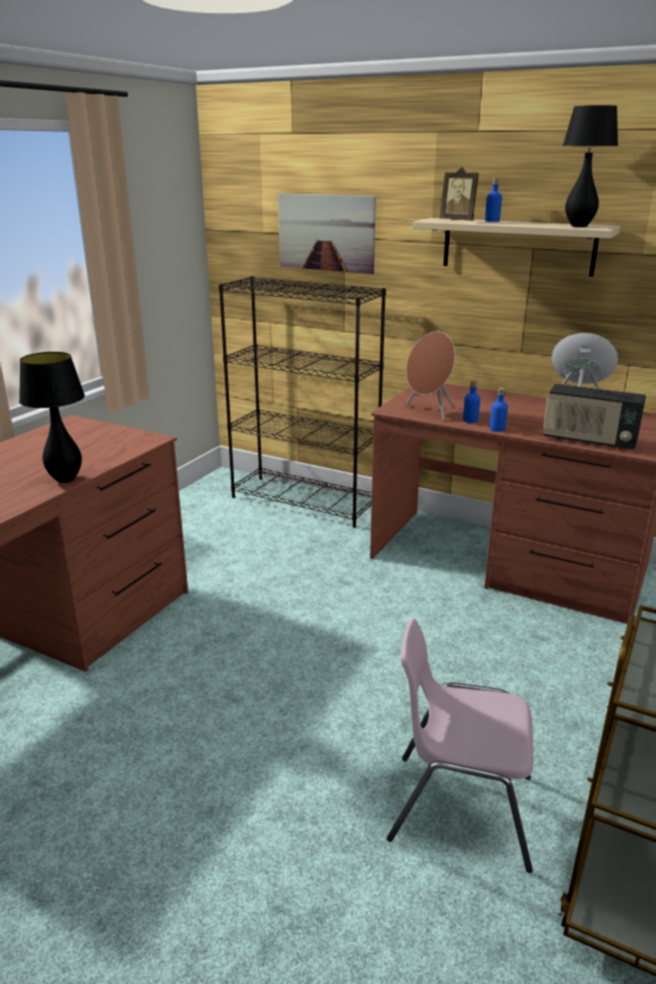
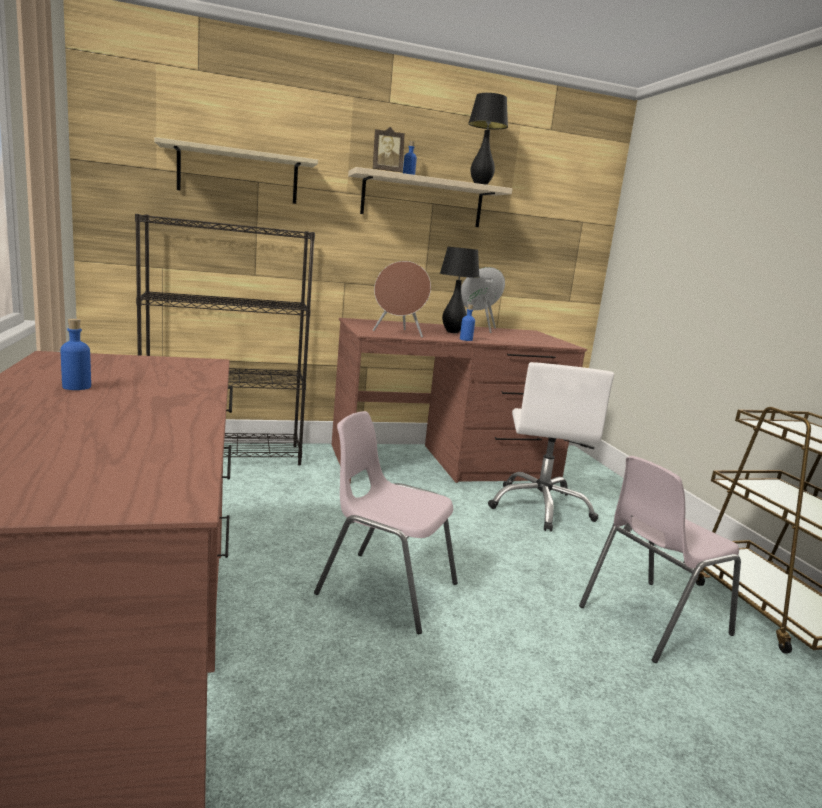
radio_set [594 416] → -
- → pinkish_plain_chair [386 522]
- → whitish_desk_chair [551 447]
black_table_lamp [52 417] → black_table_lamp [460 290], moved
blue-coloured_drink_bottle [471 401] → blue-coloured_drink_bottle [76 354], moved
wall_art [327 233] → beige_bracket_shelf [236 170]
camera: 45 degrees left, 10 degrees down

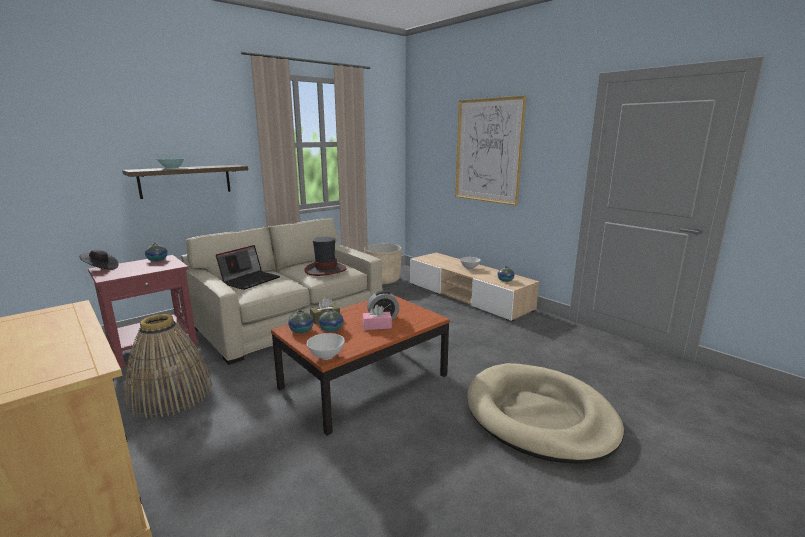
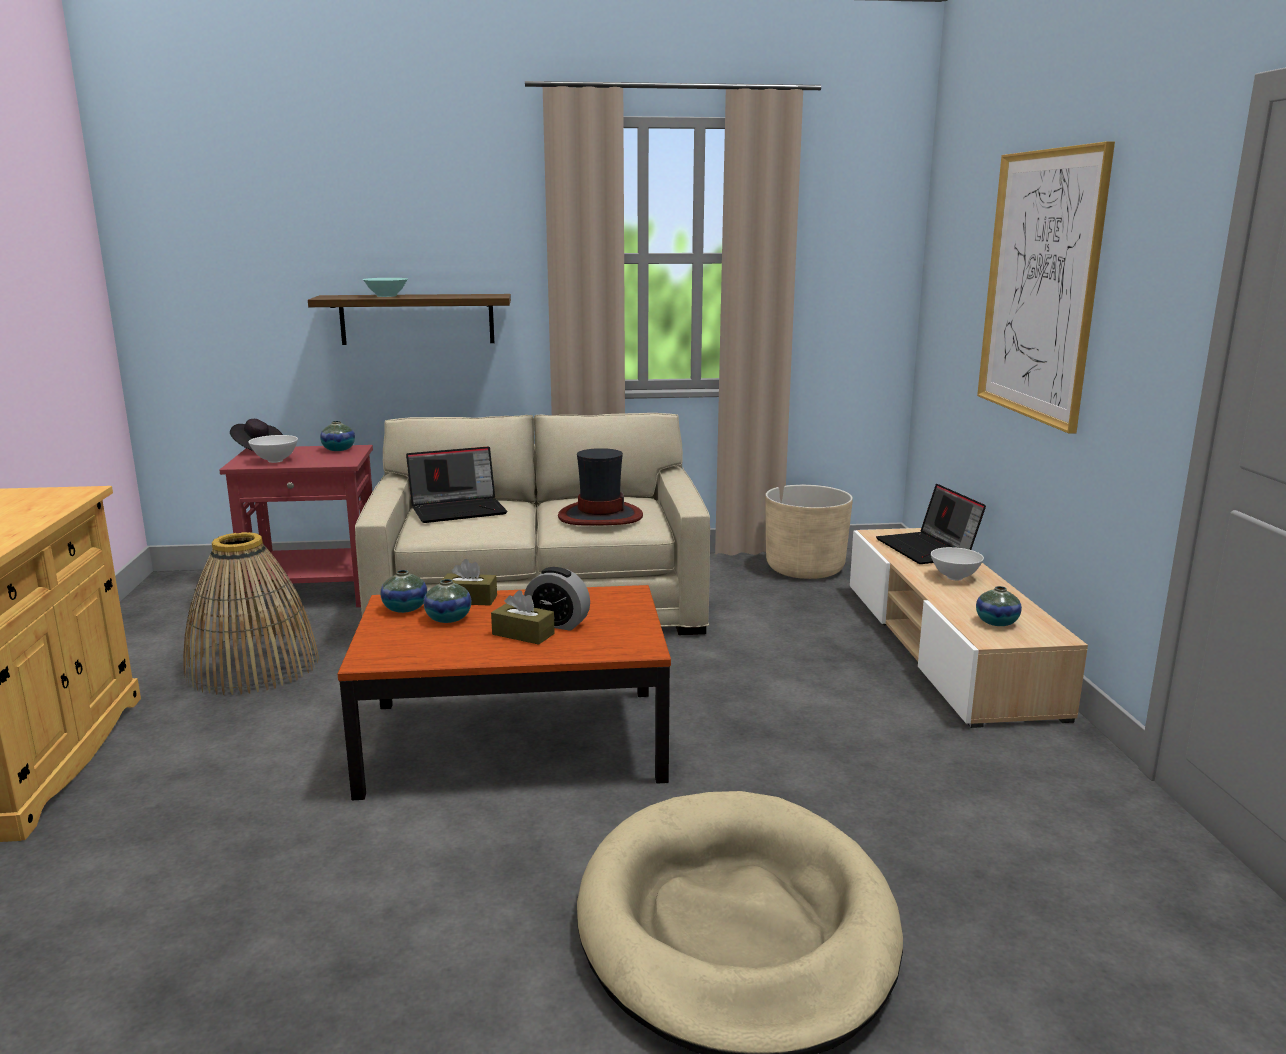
- → portable_computer [931 524]
whitish_deep_dish [326 346] → whitish_deep_dish [273 449], moved
pinkish_tissue_holder [377 317] → brownish_tissue_holder [523 617]
camera: 35 degrees right, 0 degrees up

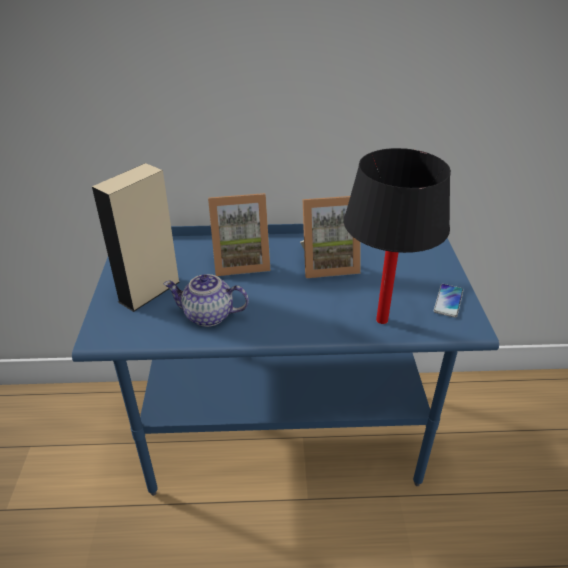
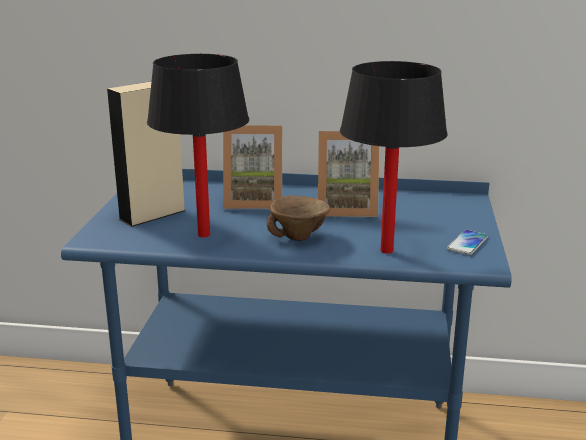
- → brownish_deep_dish [298 218]
teapot [206 300] → black_table_lamp [198 146]
camera: 10 degrees right, 15 degrees down

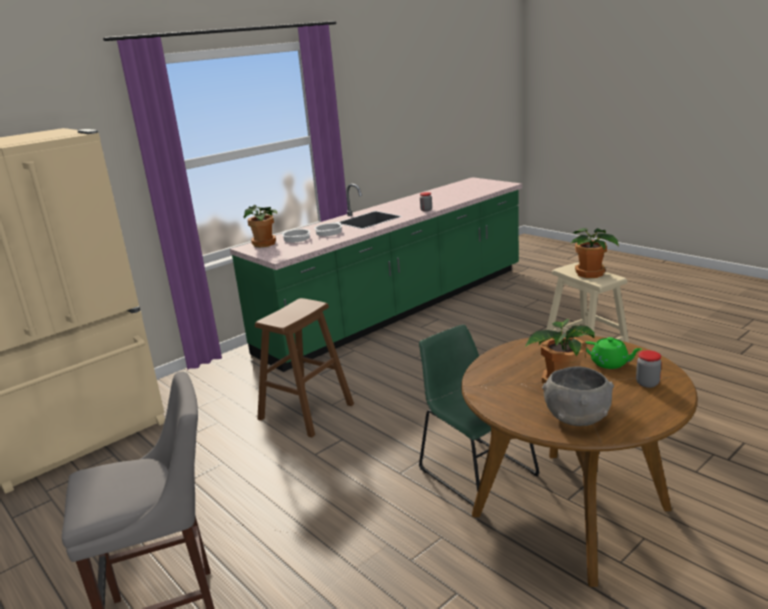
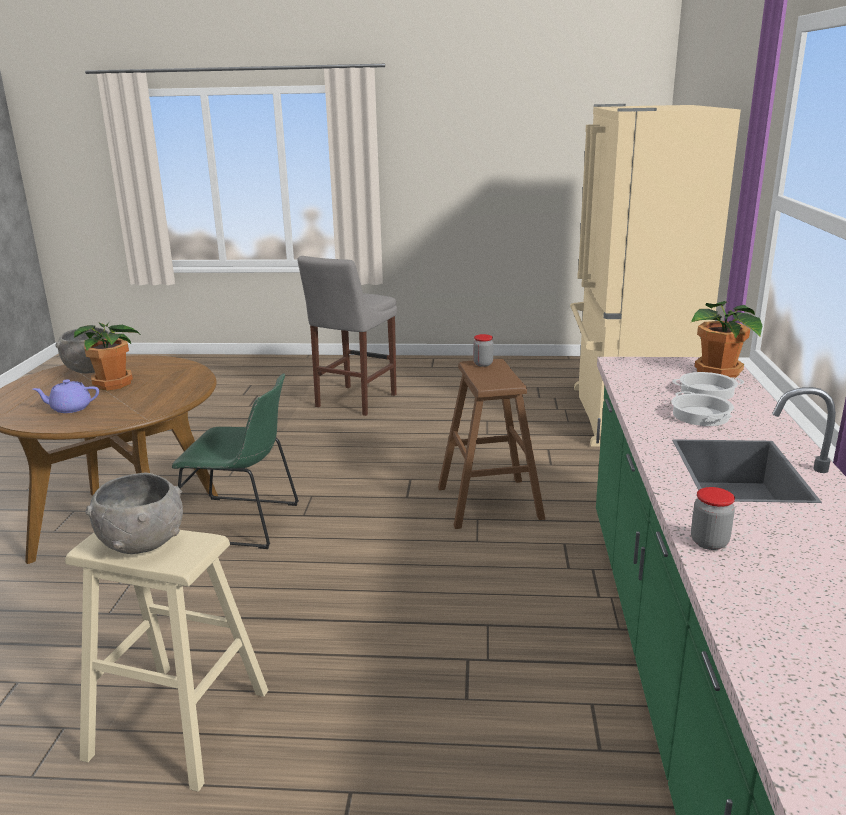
jar [649 369] → jar [483 350], moved
plant_in_a_pot [594 253] → gray_deep_dish [134 513]
green-coloured_teapot [614 353] → purplish_teapot [66 396]
camera: 135 degrees right, 0 degrees up

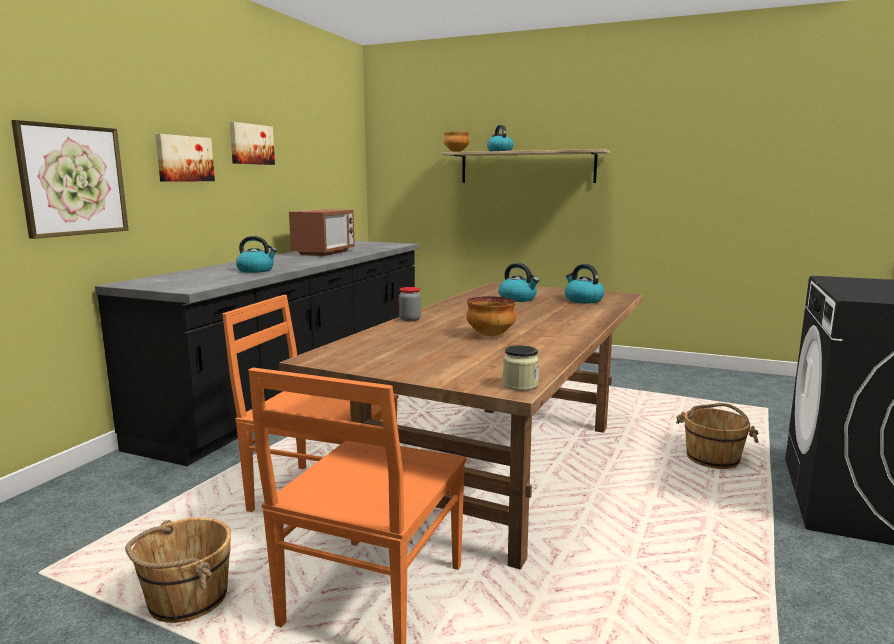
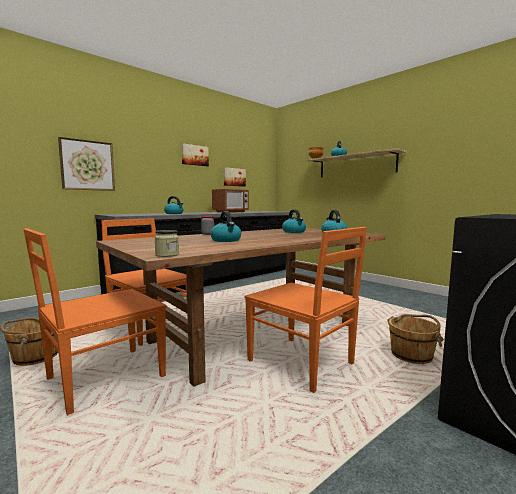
- → orange-coloured_plain_chair [305 310]
wall_art [185 157] → wall_art [235 177], moved
deep_dish [491 316] → water_kettle [225 226]
camera: 25 degrees right, 5 degrees down

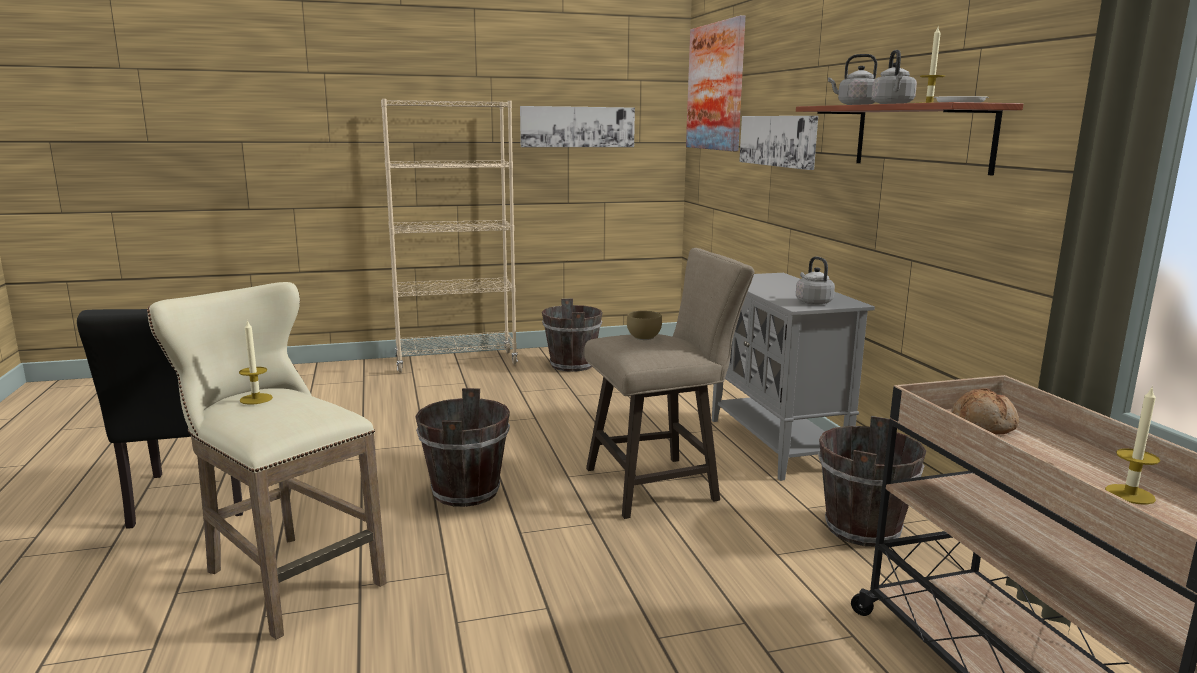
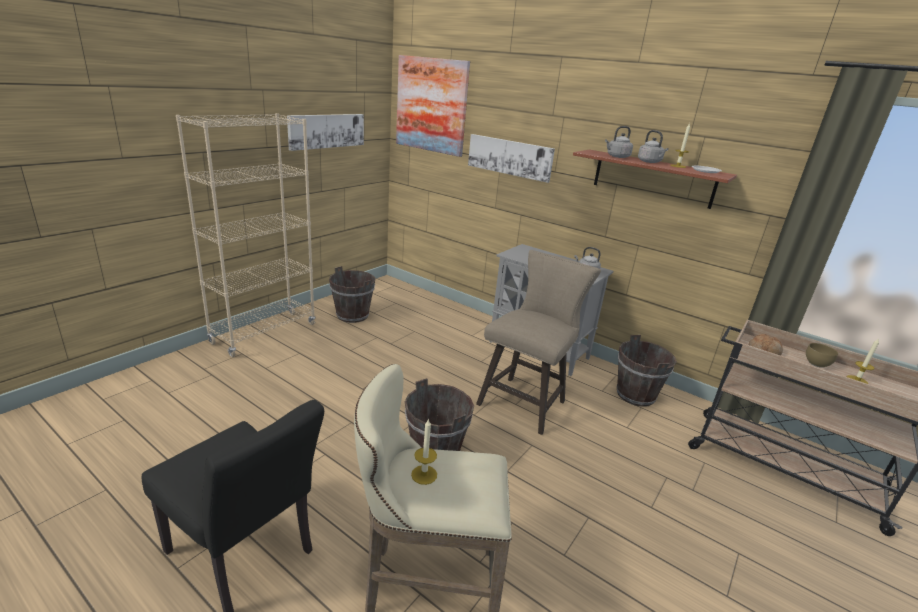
brownish_deep_dish [644 325] → brownish_deep_dish [822 355], moved
camera: 40 degrees left, 10 degrees up

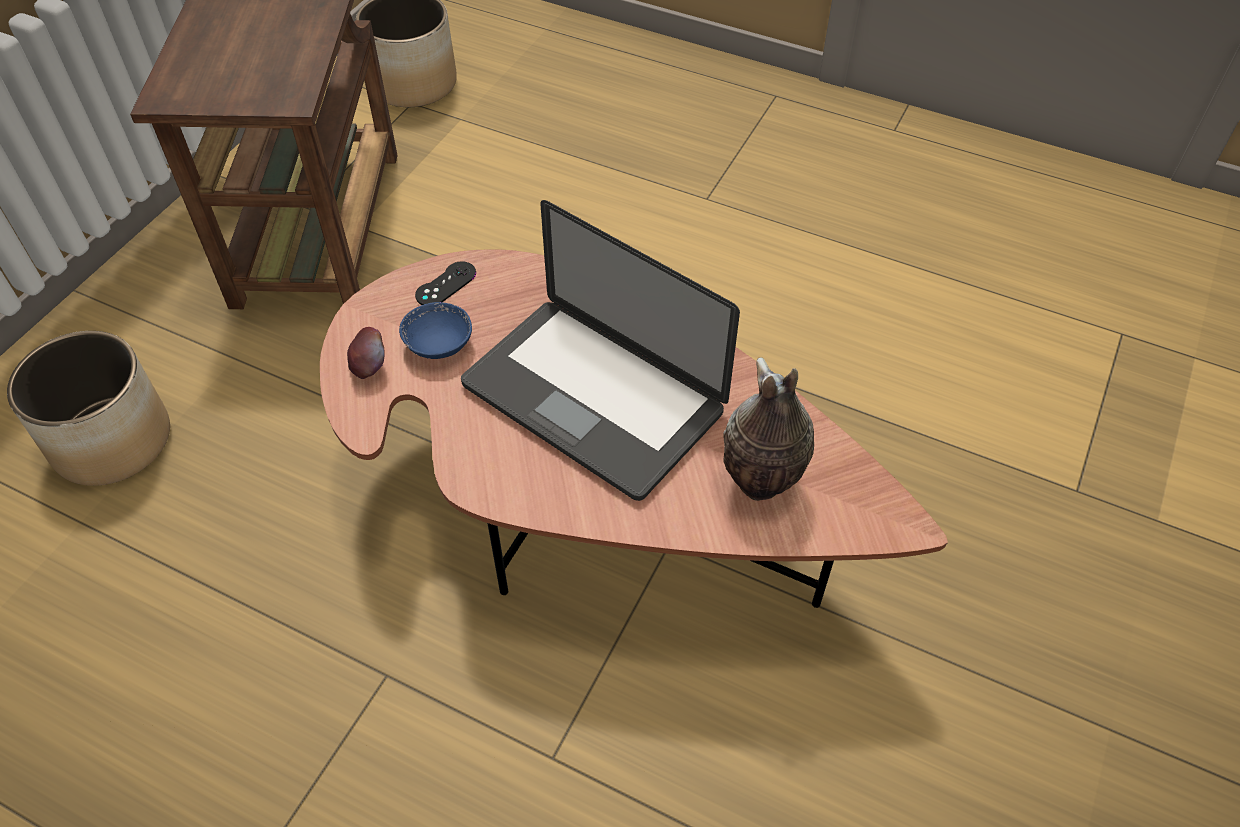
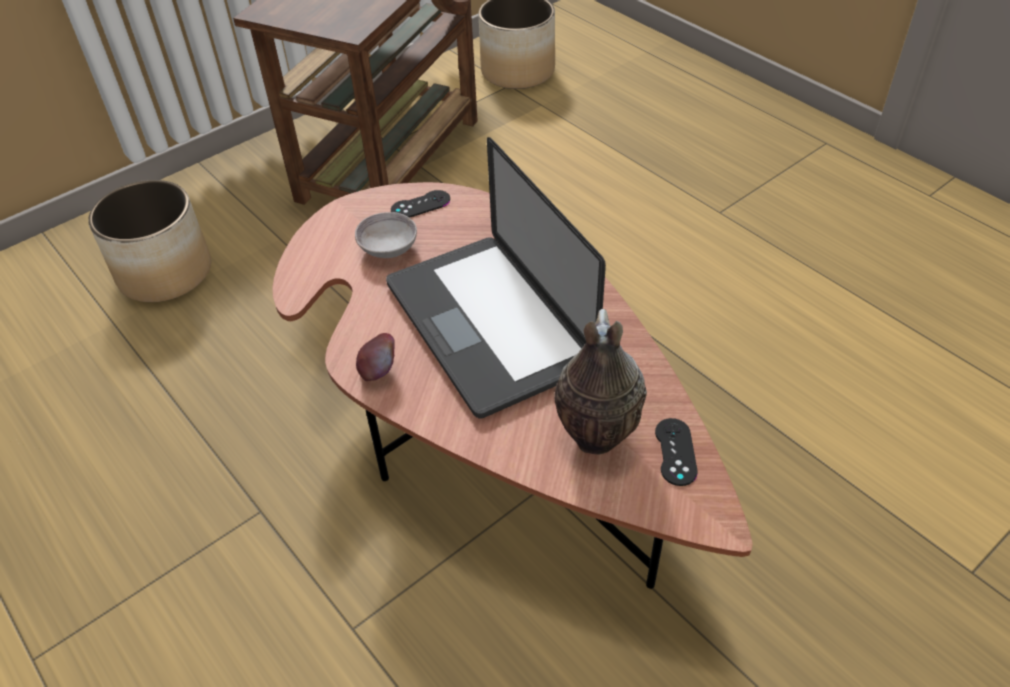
- → black_gamepad [676 452]
apple [366 353] → apple [375 357], moved
blue-coloured_deep_dish [435 330] → gray_deep_dish [386 235]
camera: 25 degrees right, 5 degrees down

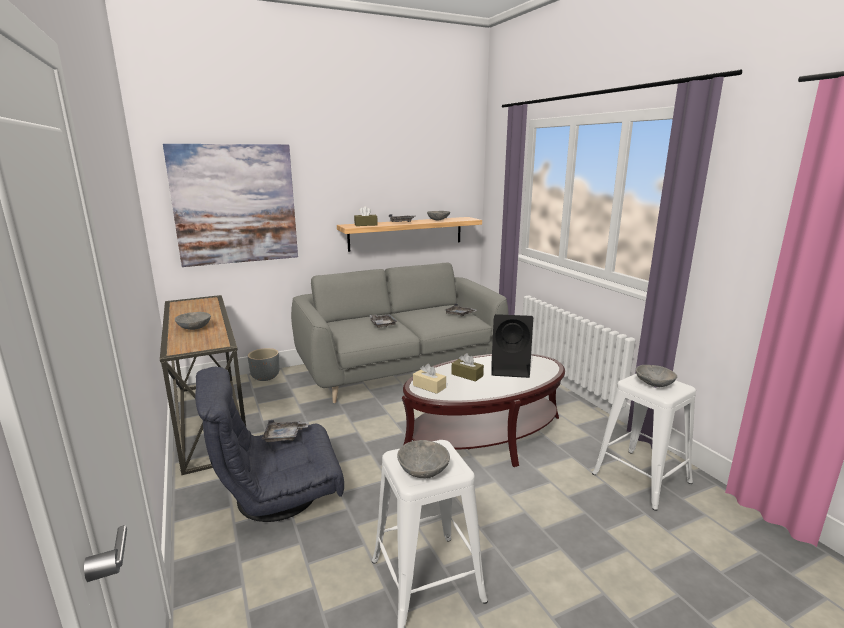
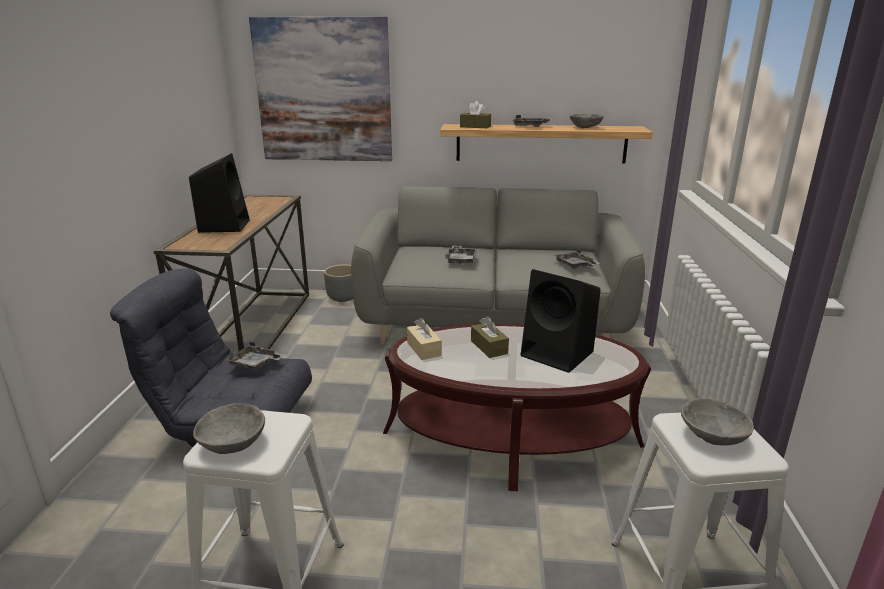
gray_deep_dish [193 321] → black_audio_speaker [219 193]
camera: 30 degrees right, 5 degrees up

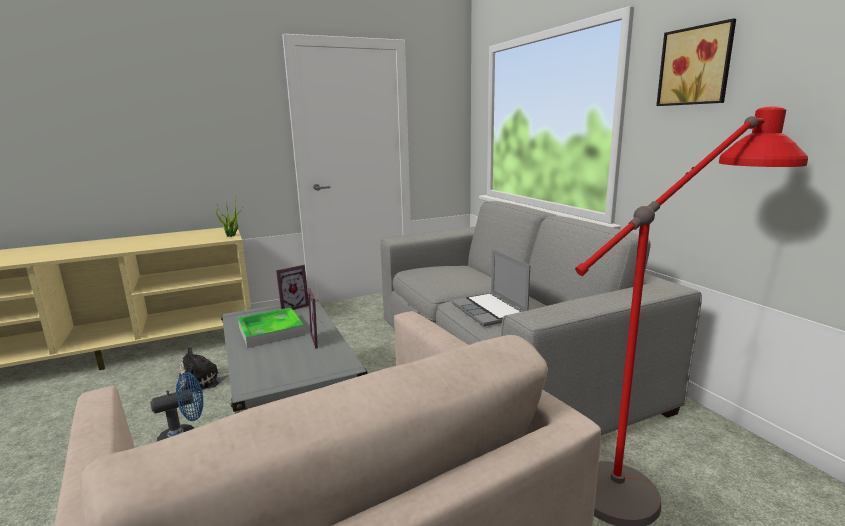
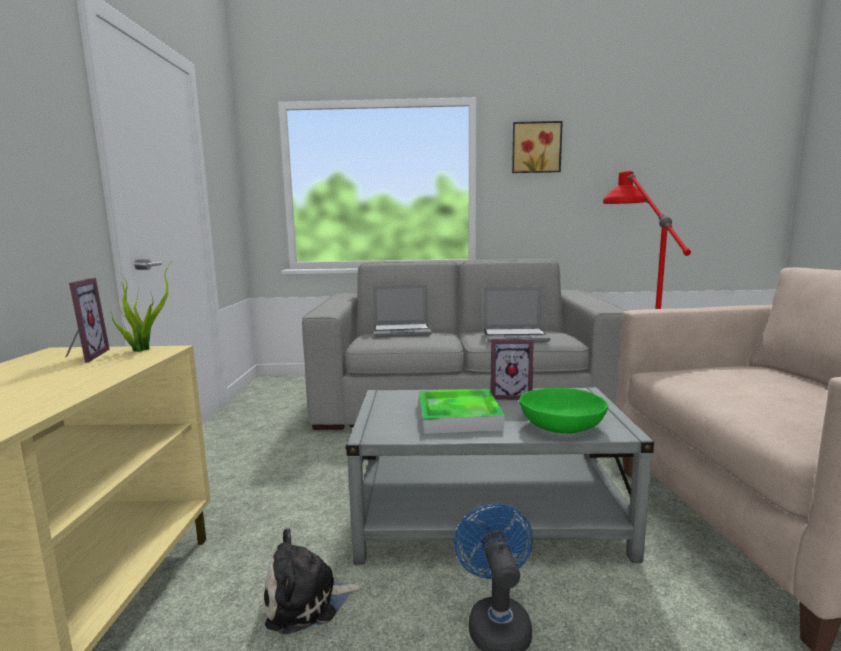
- → portable_computer [402 311]
- → green-coloured_deep_dish [563 410]
standing_frame [292 287] → standing_frame [88 320], moved
plush_toy [204 370] → plush_toy [314 581], 75 degrees clockwise
camera: 65 degrees left, 5 degrees down

